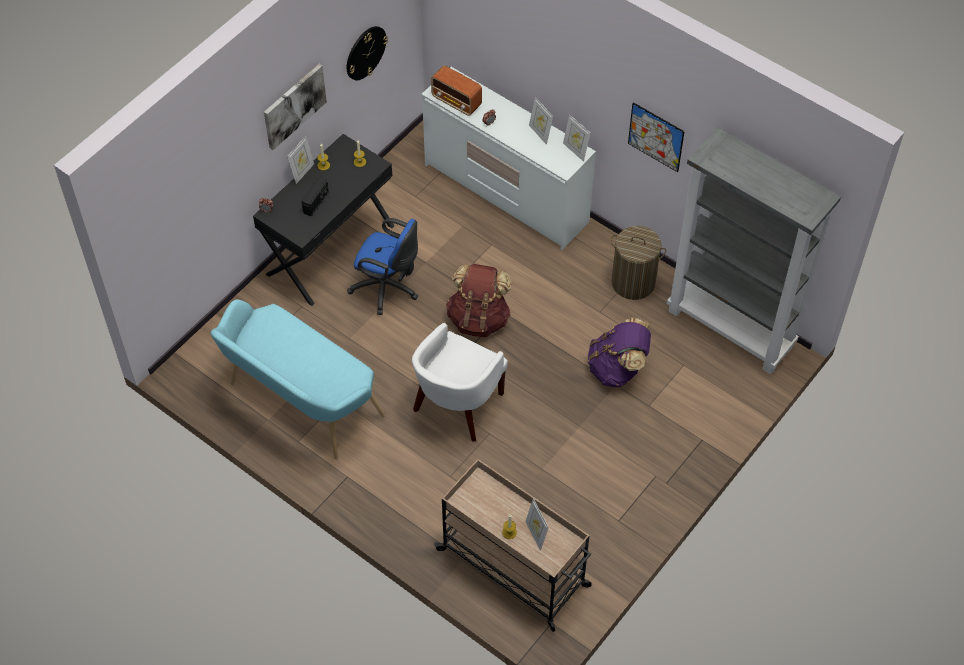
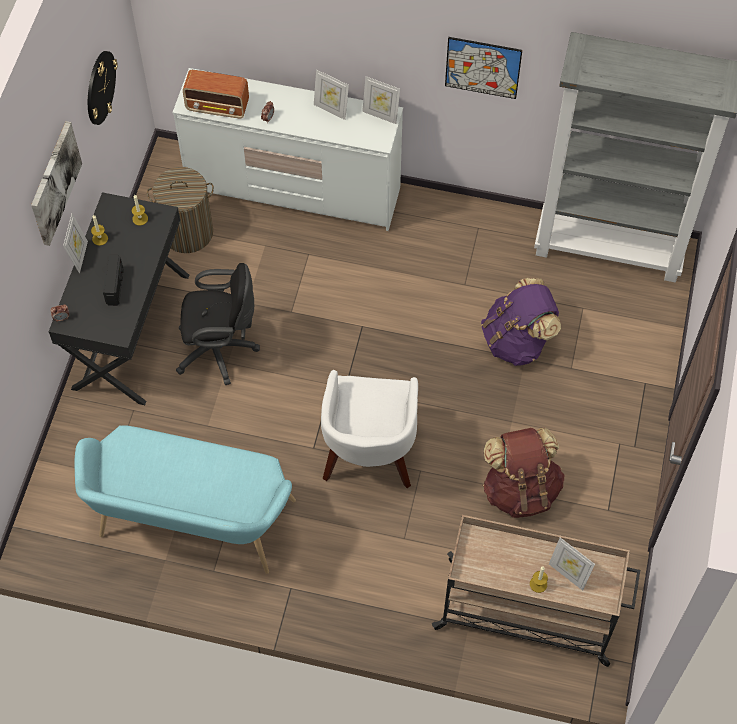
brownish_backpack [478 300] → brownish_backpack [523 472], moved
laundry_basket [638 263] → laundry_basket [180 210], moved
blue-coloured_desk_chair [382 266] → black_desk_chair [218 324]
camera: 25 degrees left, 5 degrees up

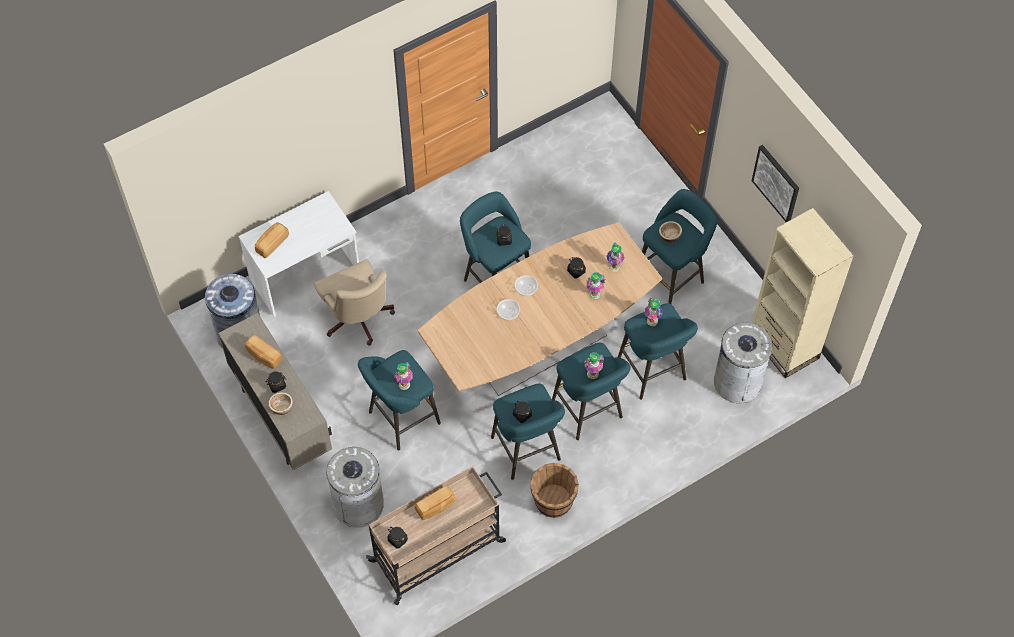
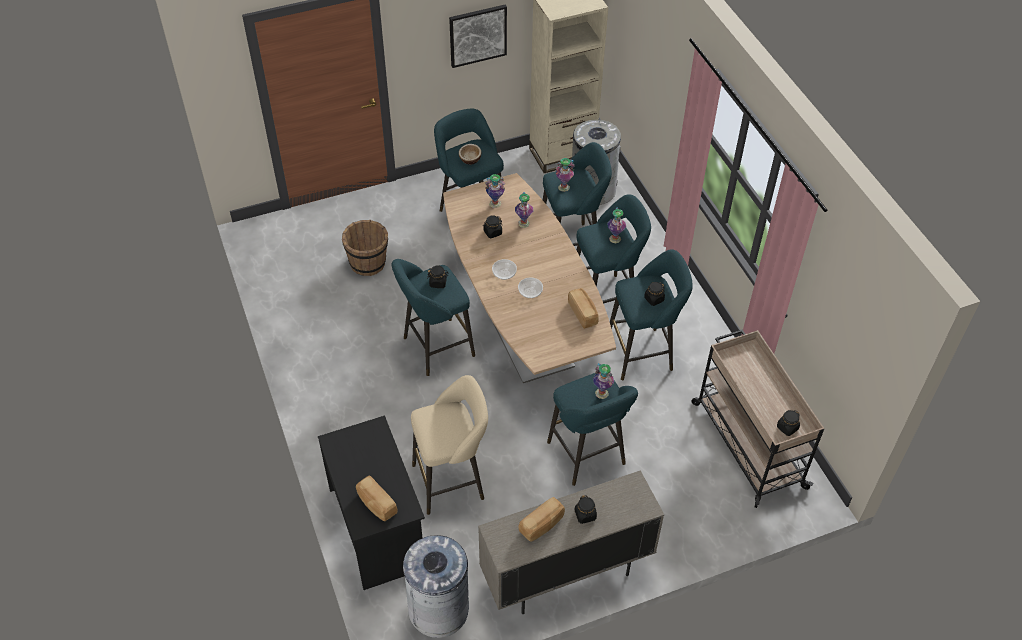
deep_dish [280 403] → -
gray_waste_bin [355 487] → -
baked_bread [434 503] → baked_bread [583 308], moved
brownish_bucket [554 490] → brownish_bucket [365 248], moved
beige_desk_chair [354 302] → beige_sitting_stool [449 445]
whitish_desk_unit [298 254] → black_desk_unit [371 503]
camera: 80 degrees left, 10 degrees down

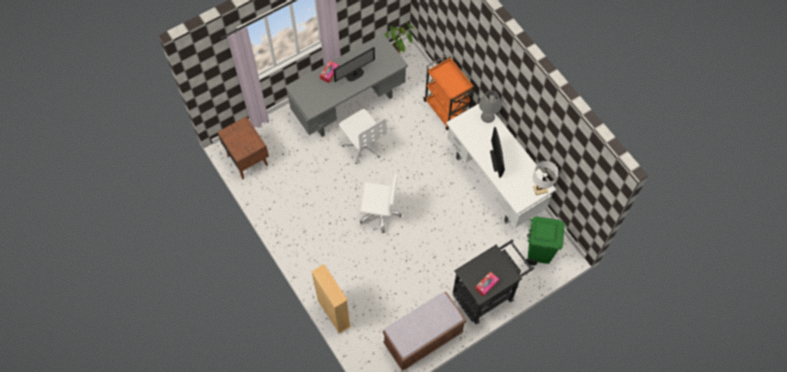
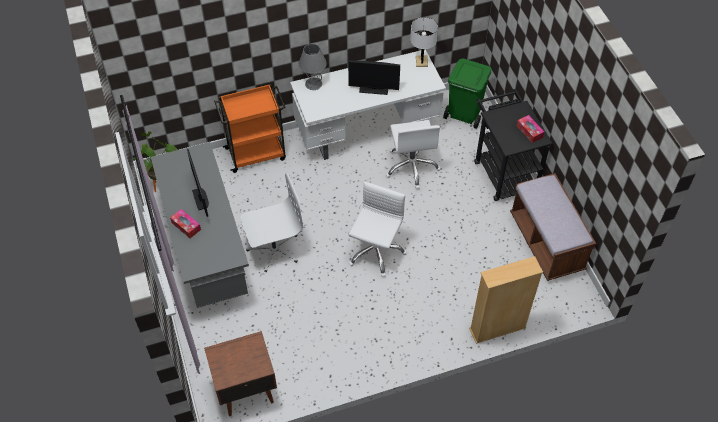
- → whitish_desk_chair [413 154]
camera: 75 degrees left, 10 degrees down

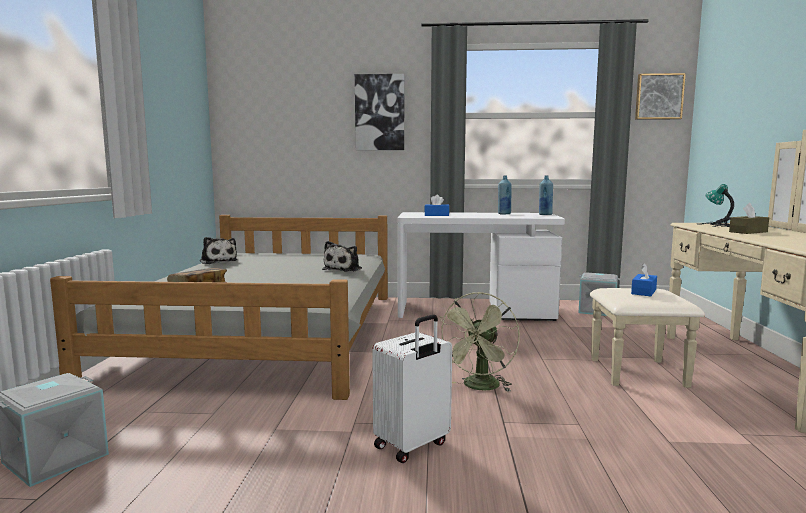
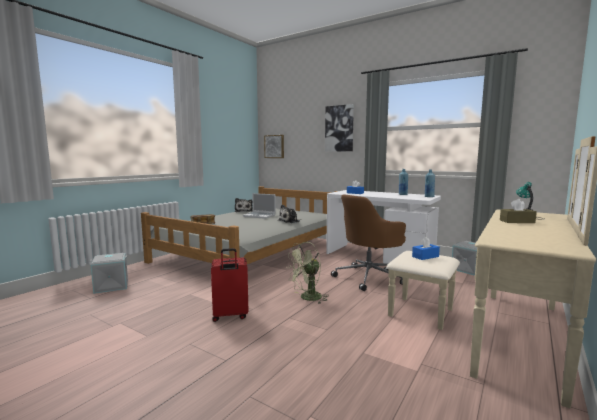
- → portable_computer [259 206]
- → brownish_desk_chair [368 242]
wall_art [660 96] → wall_art [274 146], moved
whitish_suitcase [412 389] → red-coloured_suitcase [230 285]
camera: 30 degrees right, 0 degrees up

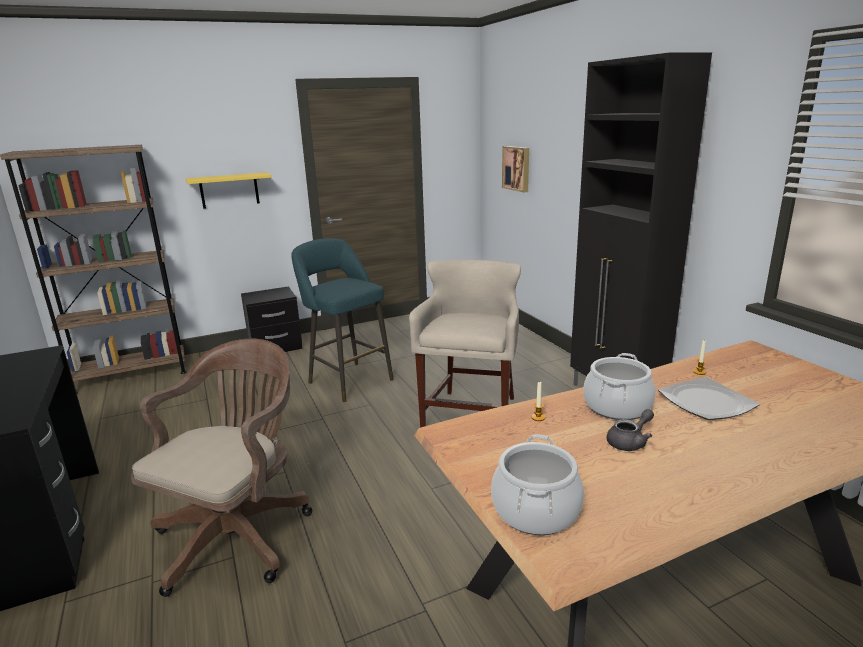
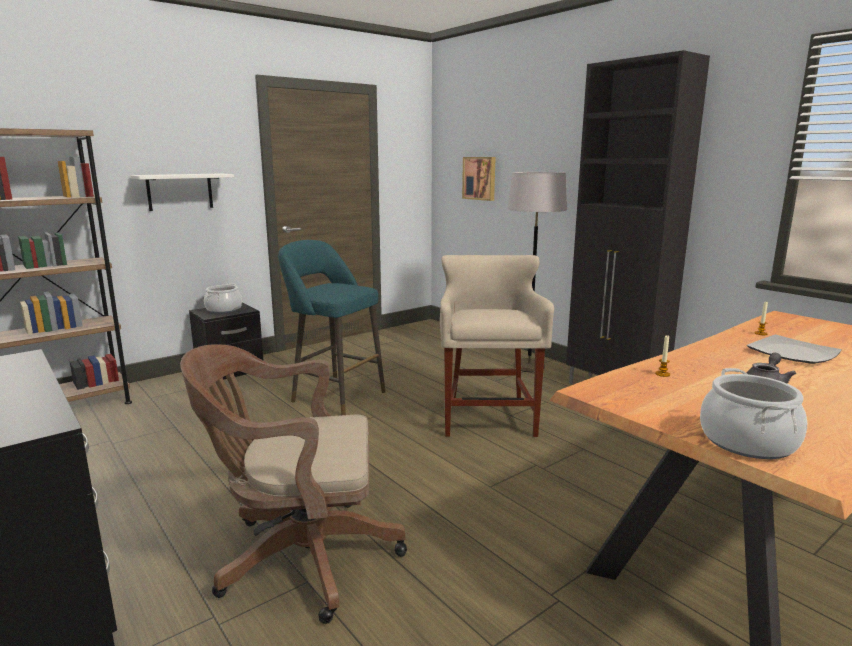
- → gray_standard_lamp [537 272]
cooking_pot [619 386] → cooking_pot [223 298], moved
yellow_bracket_shelf [229 190] → whitish_bracket_shelf [182 192]
brownish_desk_chair [222 468] → brownish_desk_chair [293 484], 105 degrees counterclockwise
camera: 15 degrees left, 5 degrees down

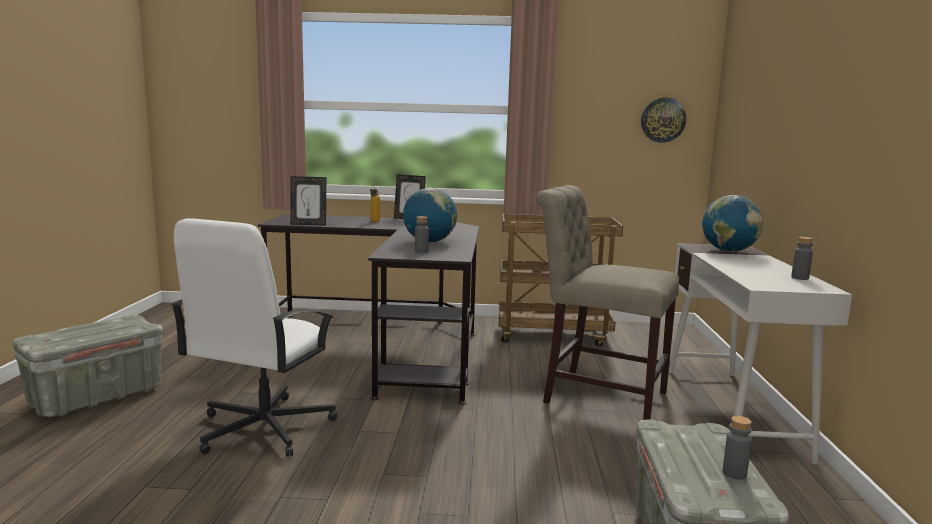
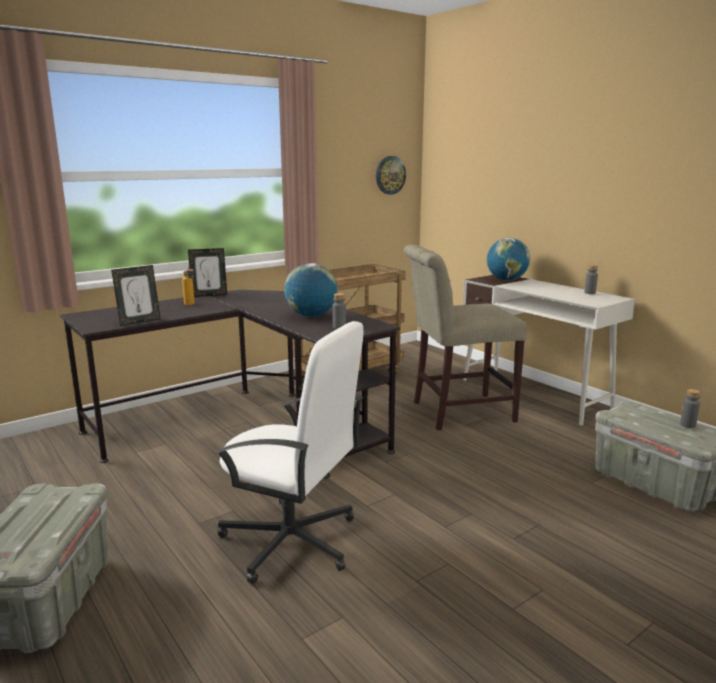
whitish_desk_chair [254 337] → whitish_desk_chair [289 452], 45 degrees counterclockwise
camera: 40 degrees left, 5 degrees up

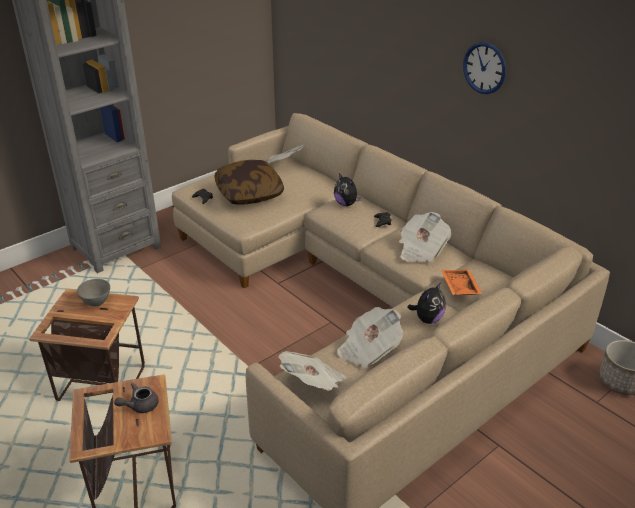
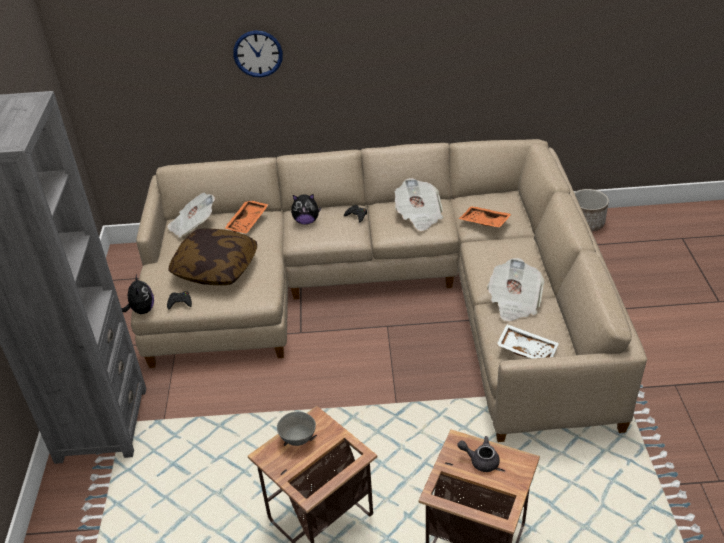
- → orange-coloured_carrying_tray [247 217]
plush_toy [426 303] → plush_toy [138 294], moved
hanging_clock [484 68] → hanging_clock [258 53], moved
newspaper [312 371] → whitish_carrying_tray [528 341]
gray_teapot [136 398] → gray_teapot [478 454], 105 degrees clockwise
camera: 50 degrees left, 5 degrees up

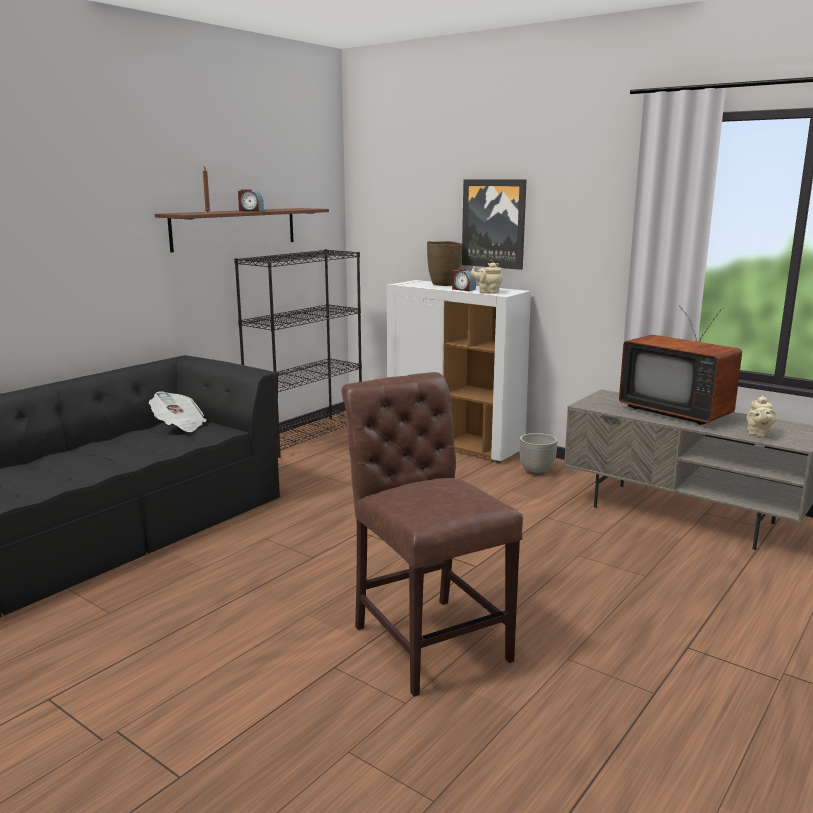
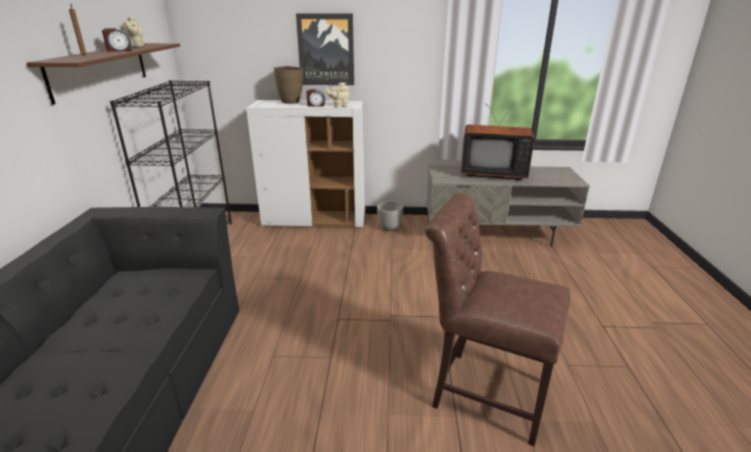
newspaper [178 411] → -
beige_teapot [761 417] → beige_teapot [132 31], moved
camera: 35 degrees left, 10 degrees up

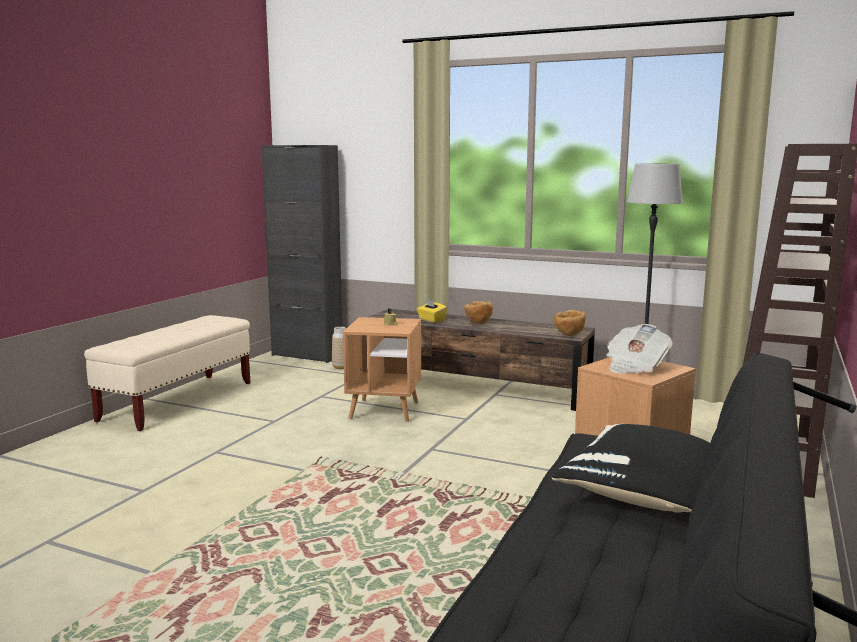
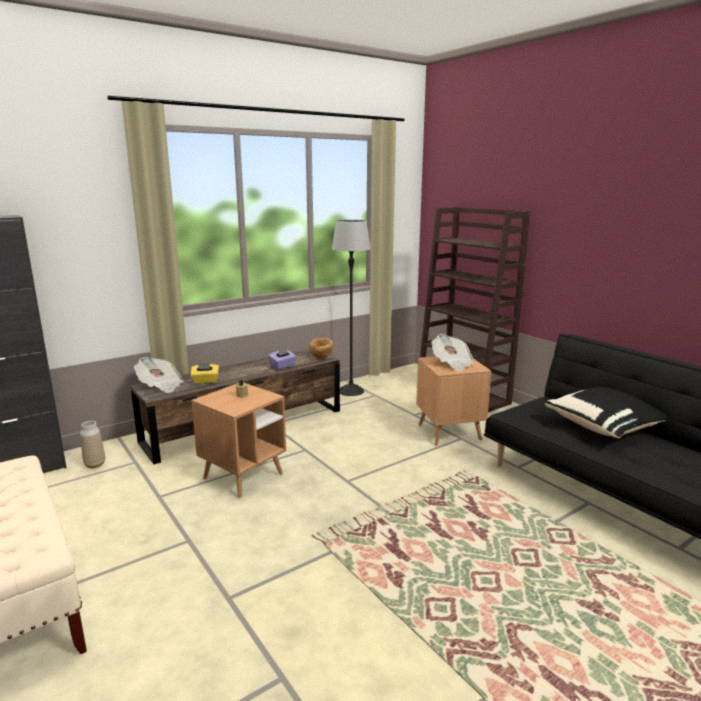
brownish_deep_dish [478 312] → -
- → newspaper [159 375]
- → purplish_tissue_holder [282 359]
camera: 60 degrees left, 5 degrees up

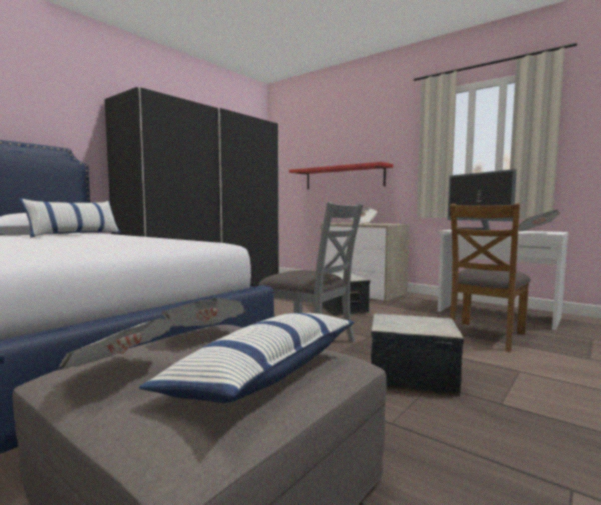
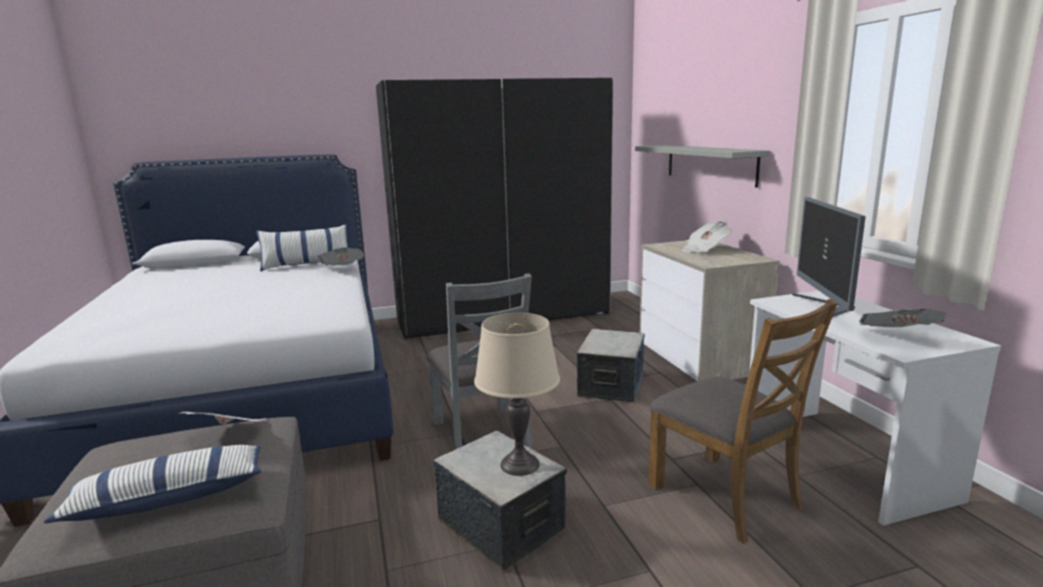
- → beige_table_lamp [517 394]
newspaper [117 344] → newspaper [341 256], moved
red-coloured_bracket_shelf [341 176] → gray_bracket_shelf [702 166]
brownish_plain_chair [490 277] → brownish_plain_chair [743 421], 105 degrees counterclockwise
camera: 35 degrees right, 10 degrees up

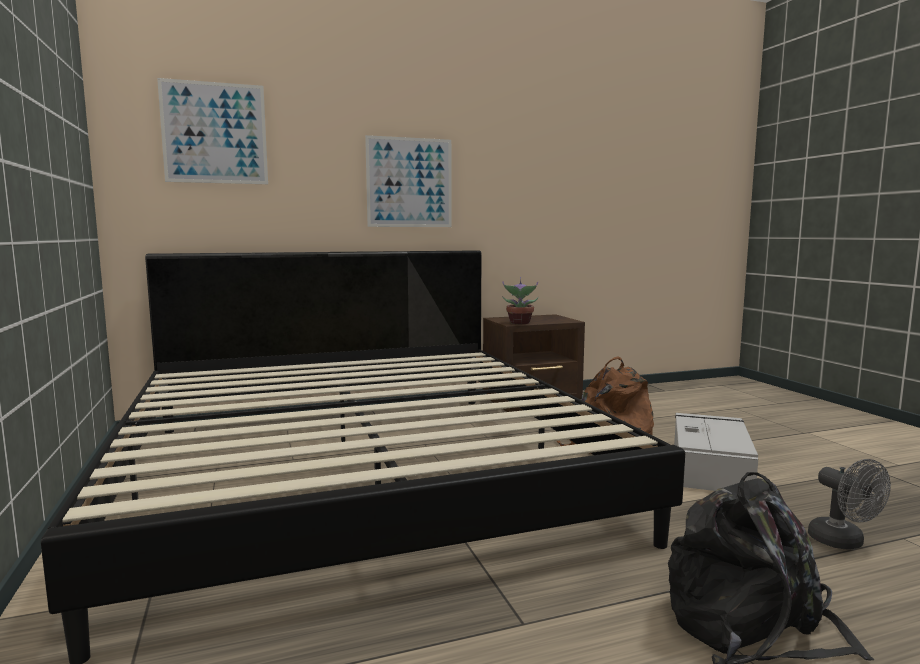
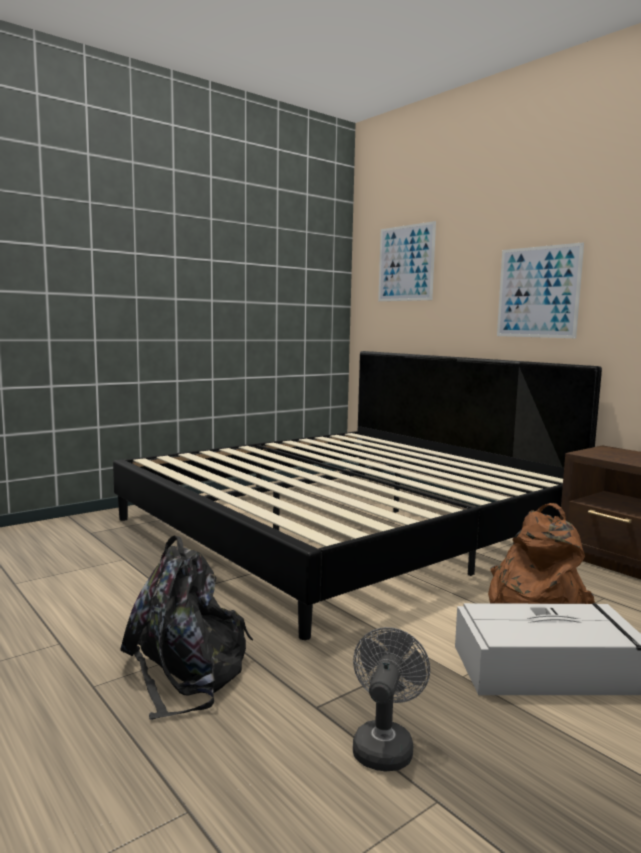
plant_in_a_pot [520 300] → -
gray_electric_fan [849 504] → gray_electric_fan [391 699], 150 degrees clockwise
camera: 70 degrees right, 0 degrees up

